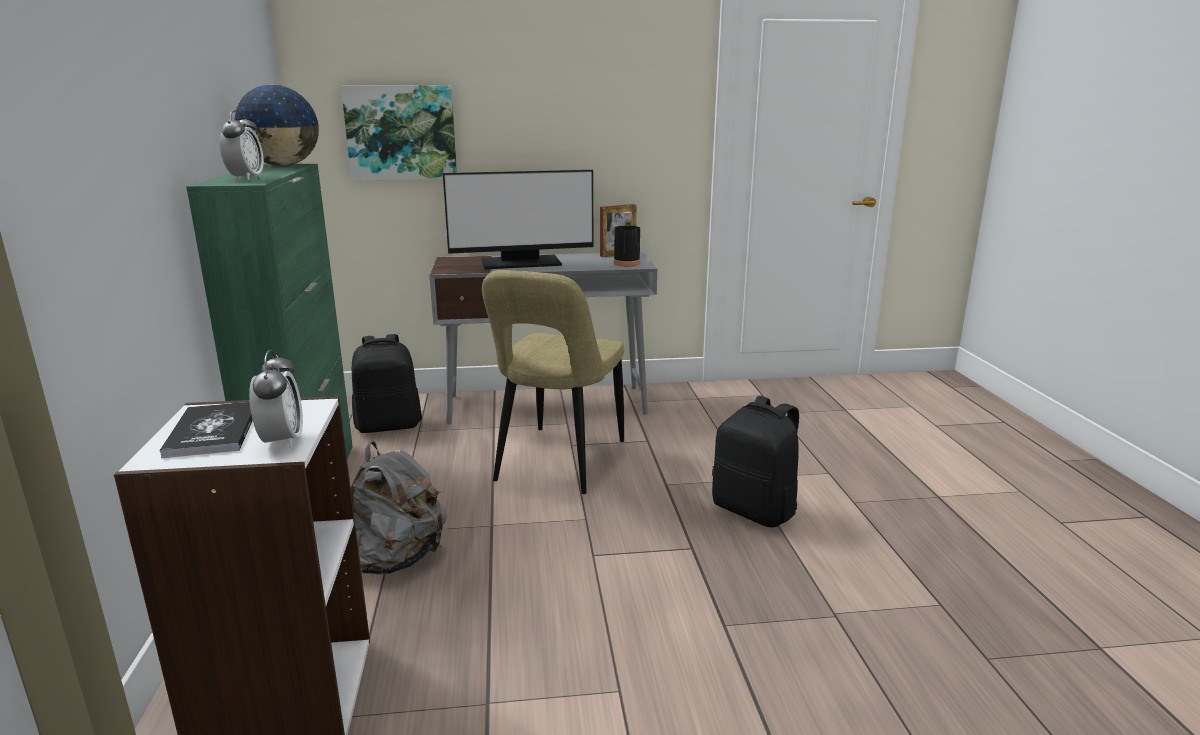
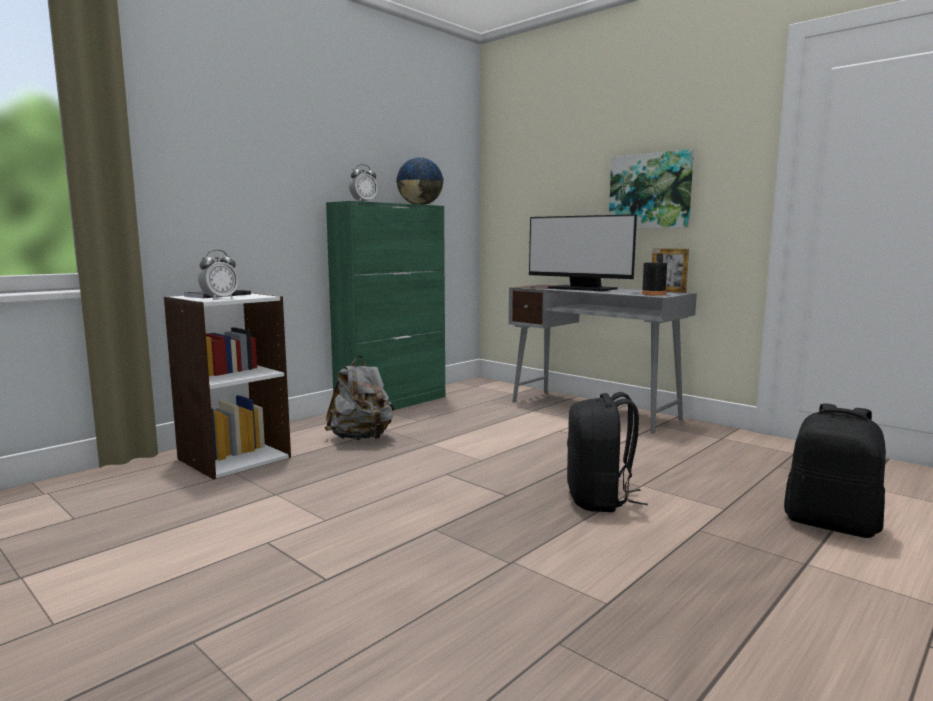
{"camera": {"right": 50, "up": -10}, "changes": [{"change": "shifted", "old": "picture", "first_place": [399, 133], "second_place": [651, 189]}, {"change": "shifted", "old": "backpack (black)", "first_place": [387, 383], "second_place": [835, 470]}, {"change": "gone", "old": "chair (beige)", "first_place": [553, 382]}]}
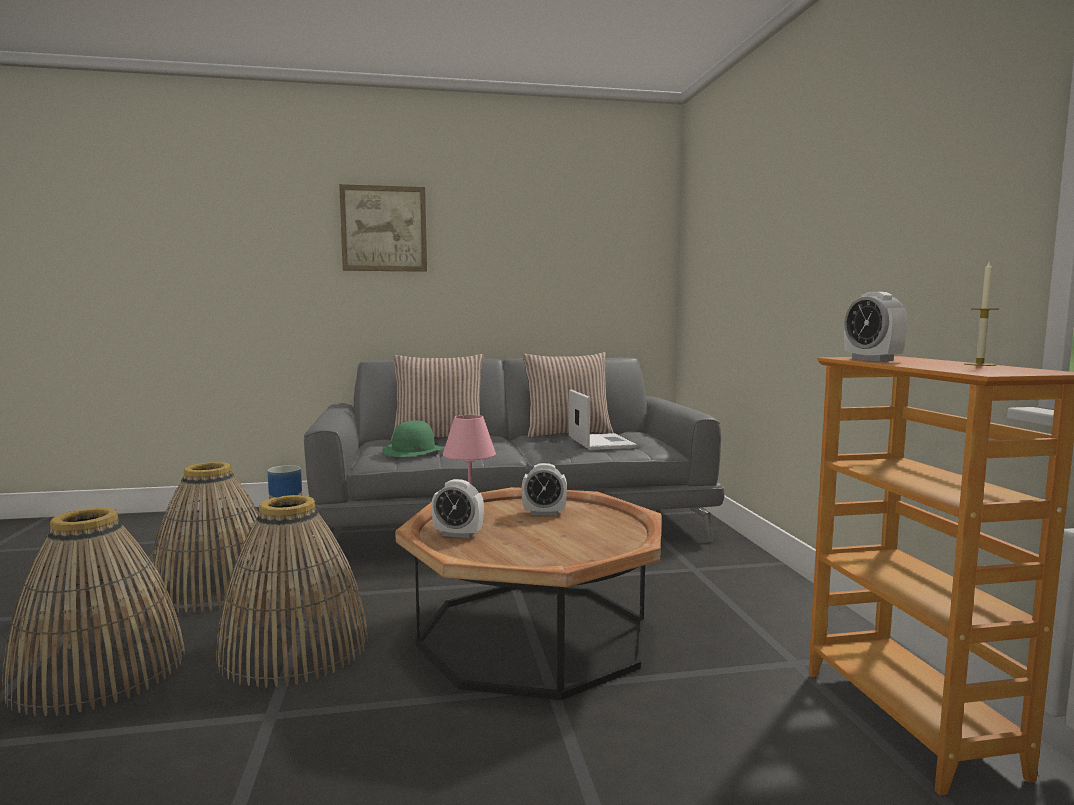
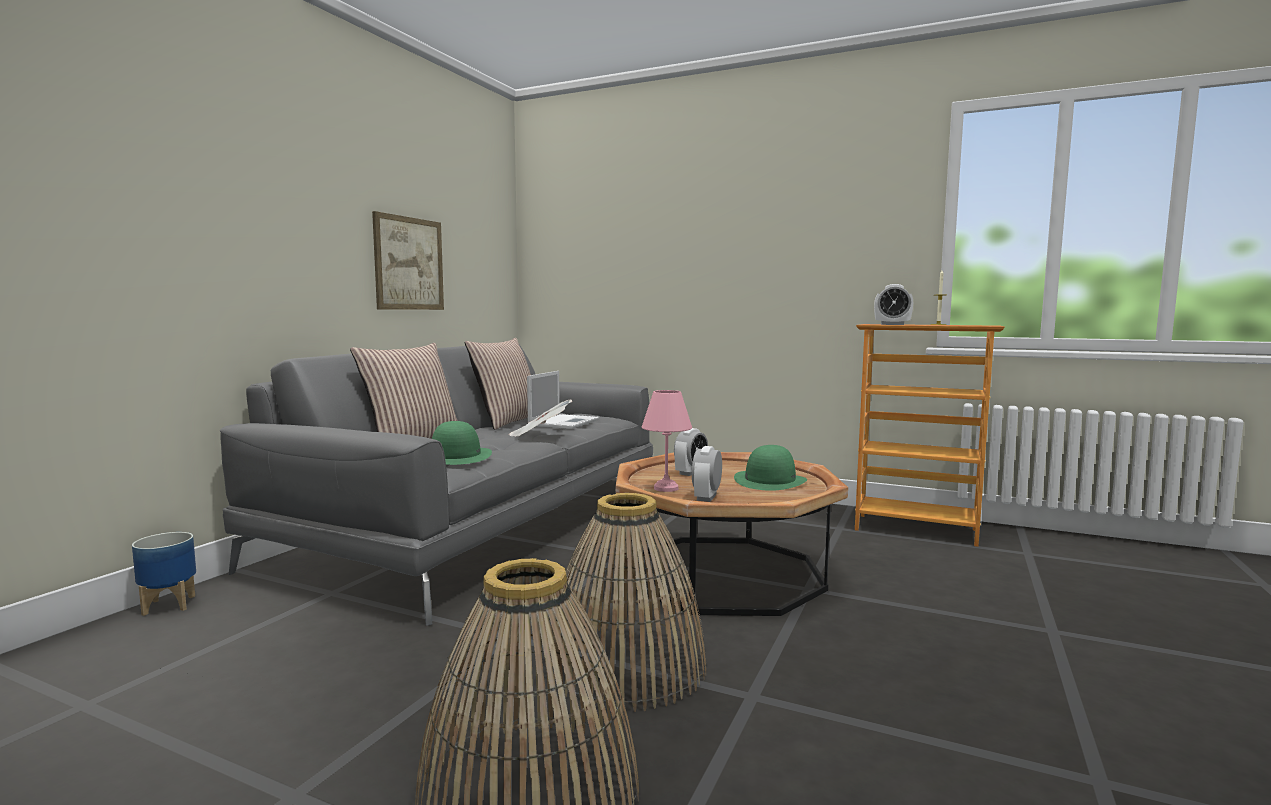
{"camera": {"right": -55, "up": 0}, "changes": [{"change": "gone", "old": "basket", "first_place": [213, 537]}, {"change": "shifted", "old": "picture", "first_place": [383, 228], "second_place": [408, 260]}, {"change": "rotated", "old": "alarm clock", "first_place": [457, 508], "second_place": [707, 474], "degrees": 150}, {"change": "rotated", "old": "laptop", "first_place": [603, 419], "second_place": [563, 400], "degrees": 90}, {"change": "new", "new": "newspaper", "second_place": [540, 418]}, {"change": "new", "new": "hat (green)", "second_place": [770, 468]}]}
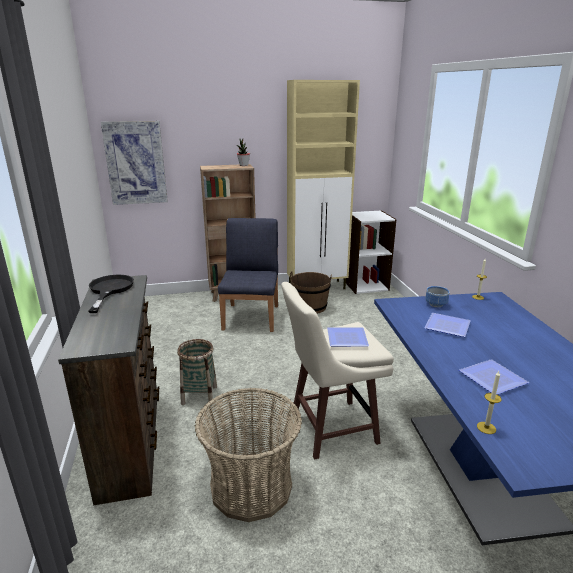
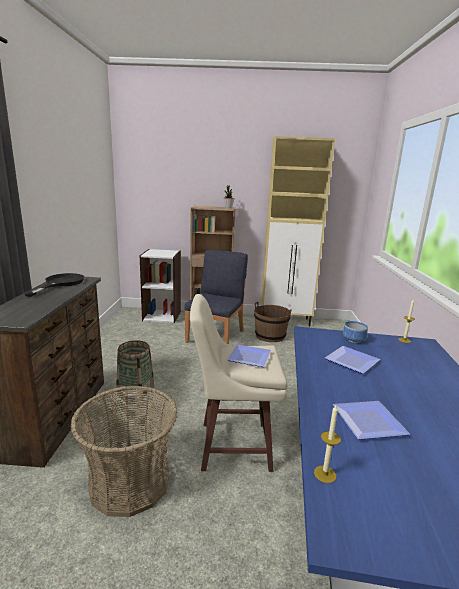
{"camera": {"right": 15, "up": -5}, "changes": [{"change": "gone", "old": "picture", "first_place": [134, 163]}, {"change": "shifted", "old": "bookcase (white)", "first_place": [371, 252], "second_place": [160, 286]}]}
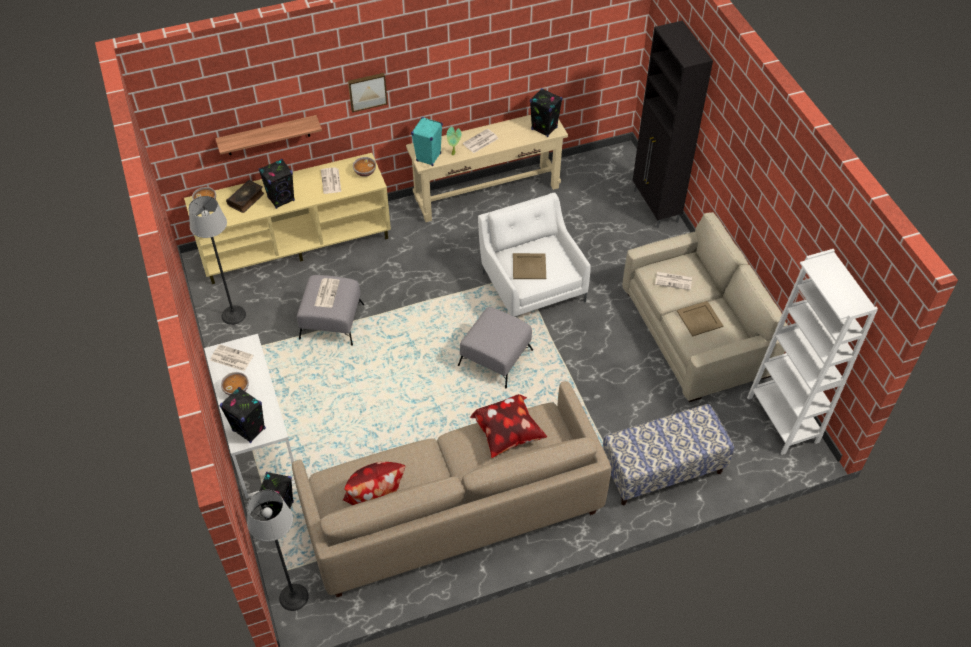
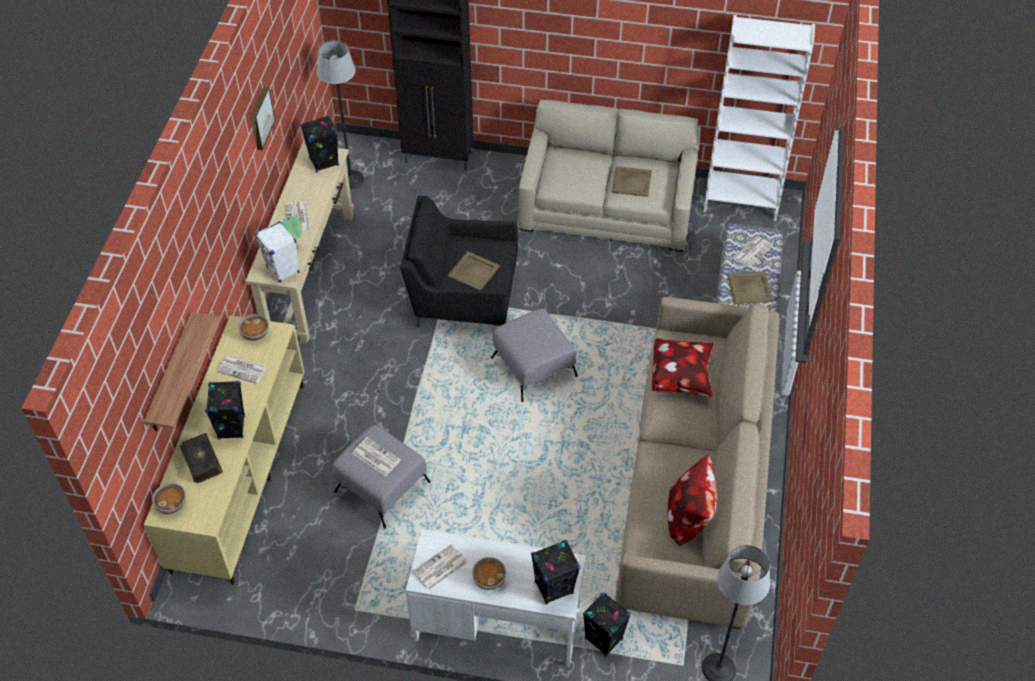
{"camera": {"right": -60, "up": 0}, "changes": [{"change": "shifted", "old": "floor lamp", "first_place": [217, 260], "second_place": [340, 114]}, {"change": "shifted", "old": "picture", "first_place": [368, 92], "second_place": [263, 118]}, {"change": "repainted", "old": "speaker (turquoise)", "new": "speaker (white)", "first_place": [427, 141], "second_place": [277, 251]}, {"change": "repainted", "old": "armchair (white)", "new": "armchair (black)", "first_place": [534, 255], "second_place": [459, 262]}, {"change": "shifted", "old": "newspaper", "first_place": [673, 281], "second_place": [753, 252]}, {"change": "new", "new": "tray (beige)", "second_place": [750, 287]}]}
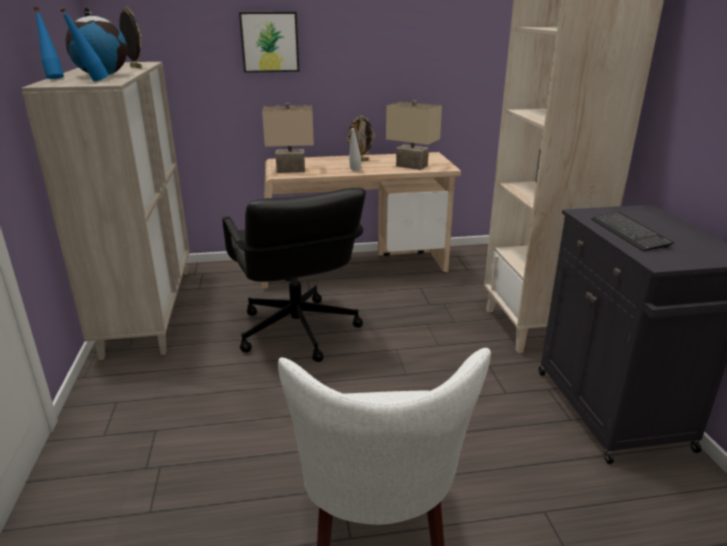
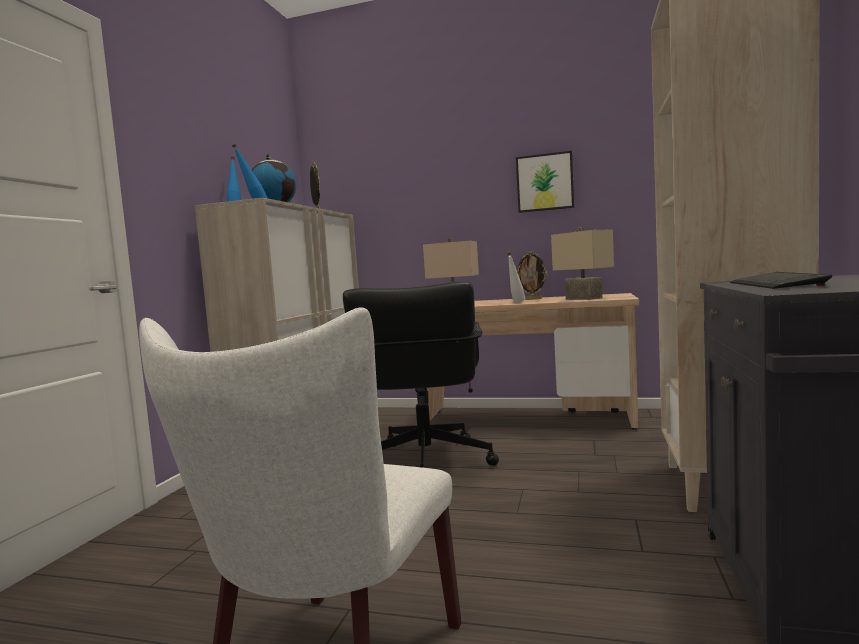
{"camera": {"right": 25, "up": -20}, "changes": [{"change": "shifted", "old": "picture", "first_place": [269, 42], "second_place": [545, 182]}]}
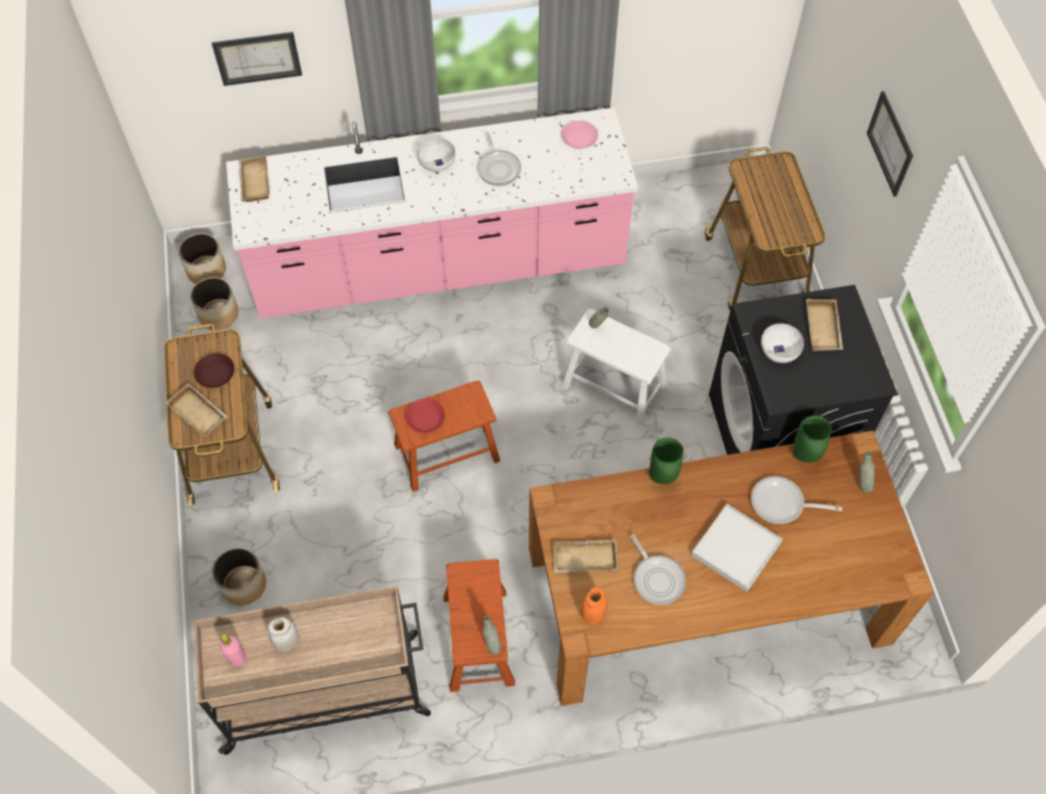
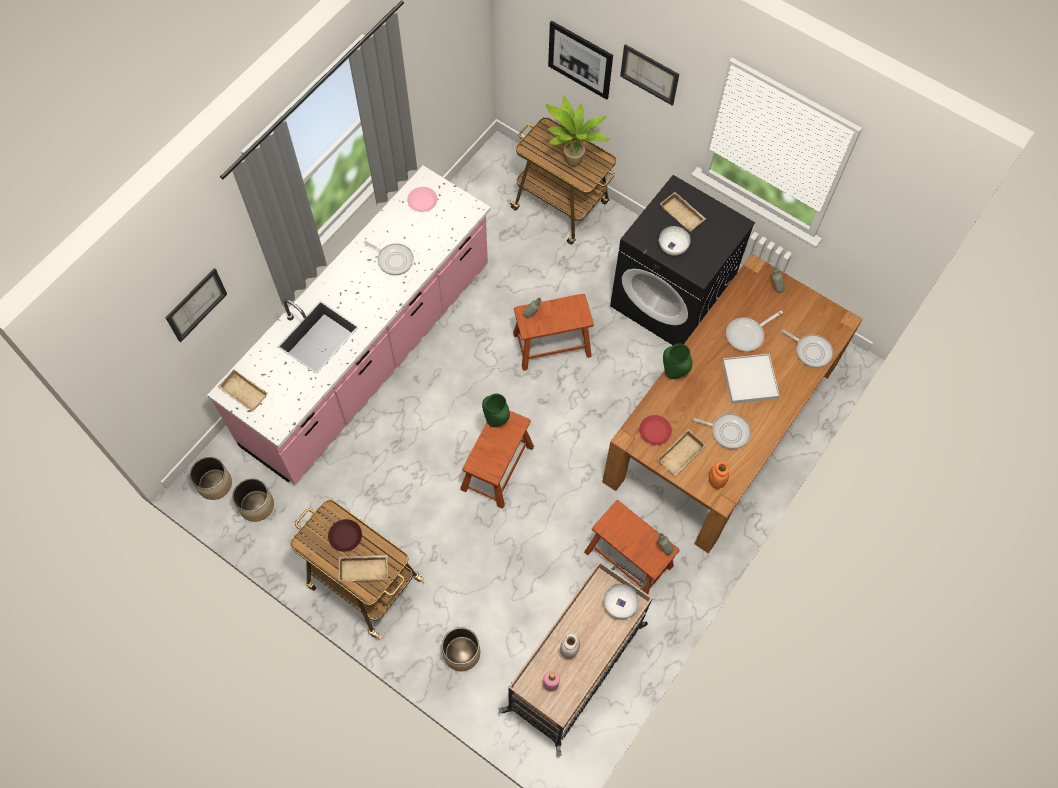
{"camera": {"right": -45, "up": 5}, "changes": [{"change": "shifted", "old": "plate (red)", "first_place": [425, 415], "second_place": [655, 430]}, {"change": "shifted", "old": "bowl (white)", "first_place": [436, 155], "second_place": [621, 601]}, {"change": "repainted", "old": "stool (white)", "new": "stool (brown)", "first_place": [617, 367], "second_place": [553, 332]}, {"change": "shifted", "old": "vase (green)", "first_place": [812, 438], "second_place": [496, 410]}, {"change": "new", "new": "potted plant", "second_place": [578, 131]}, {"change": "new", "new": "picture", "second_place": [580, 60]}, {"change": "new", "new": "frying pan", "second_place": [807, 348]}]}
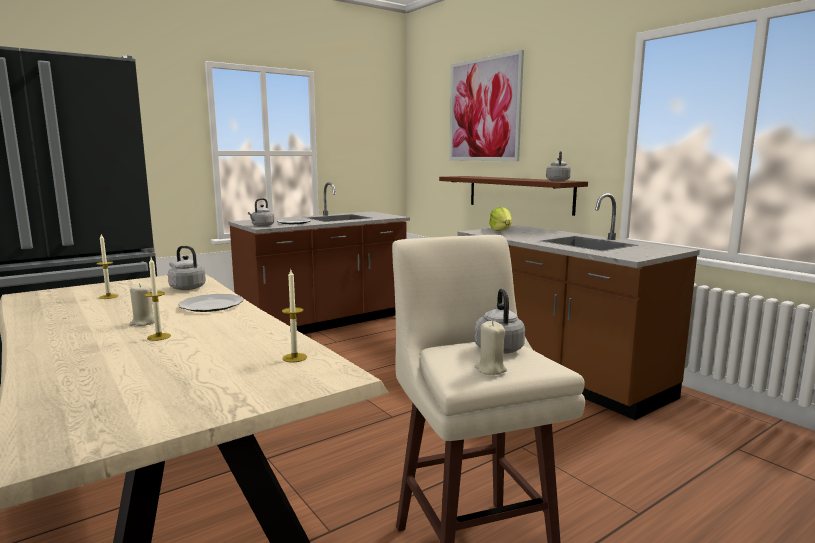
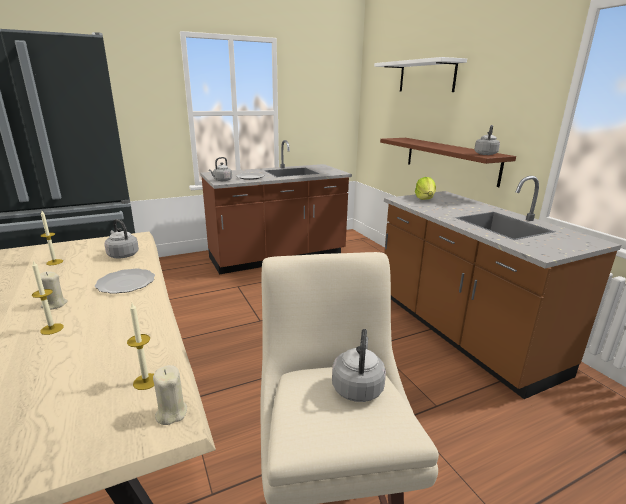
{"camera": {"right": 10, "up": 10}, "changes": [{"change": "swapped", "old": "picture", "new": "shelf (white)", "first_place": [486, 105], "second_place": [420, 74]}, {"change": "shifted", "old": "candle (beige)", "first_place": [491, 348], "second_place": [170, 395]}]}
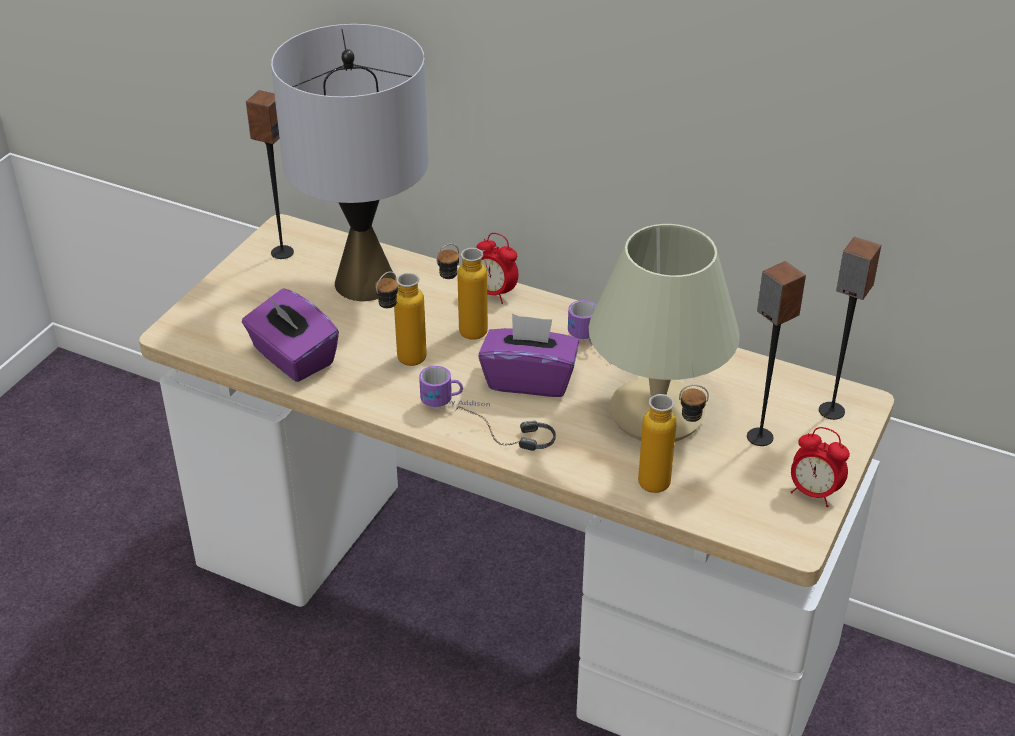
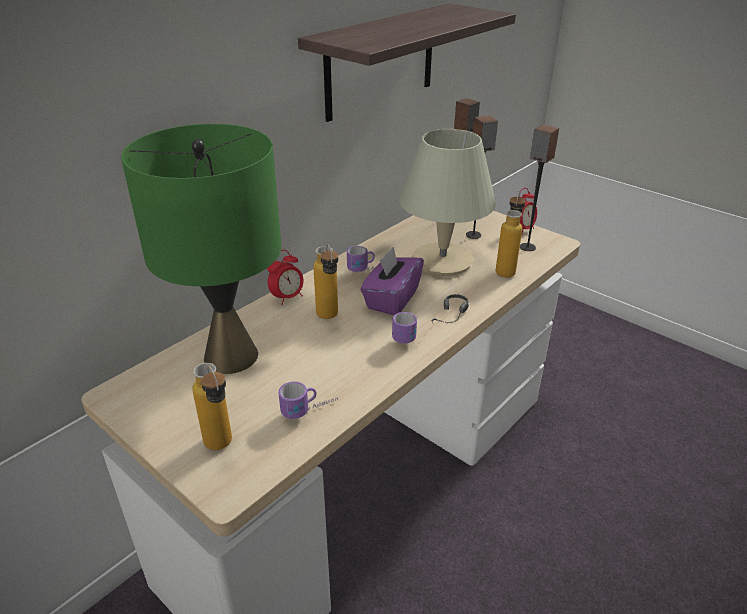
{"camera": {"right": -75, "up": -5}, "changes": [{"change": "swapped", "old": "tissue box (purple)", "new": "mug", "first_place": [290, 335], "second_place": [308, 400]}, {"change": "shifted", "old": "speaker", "first_place": [270, 174], "second_place": [539, 187]}, {"change": "repainted", "old": "table lamp (grey)", "new": "table lamp (green)", "first_place": [350, 162], "second_place": [201, 249]}, {"change": "shifted", "old": "bottle", "first_place": [401, 319], "second_place": [212, 406]}, {"change": "new", "new": "shelf", "second_place": [407, 62]}]}
